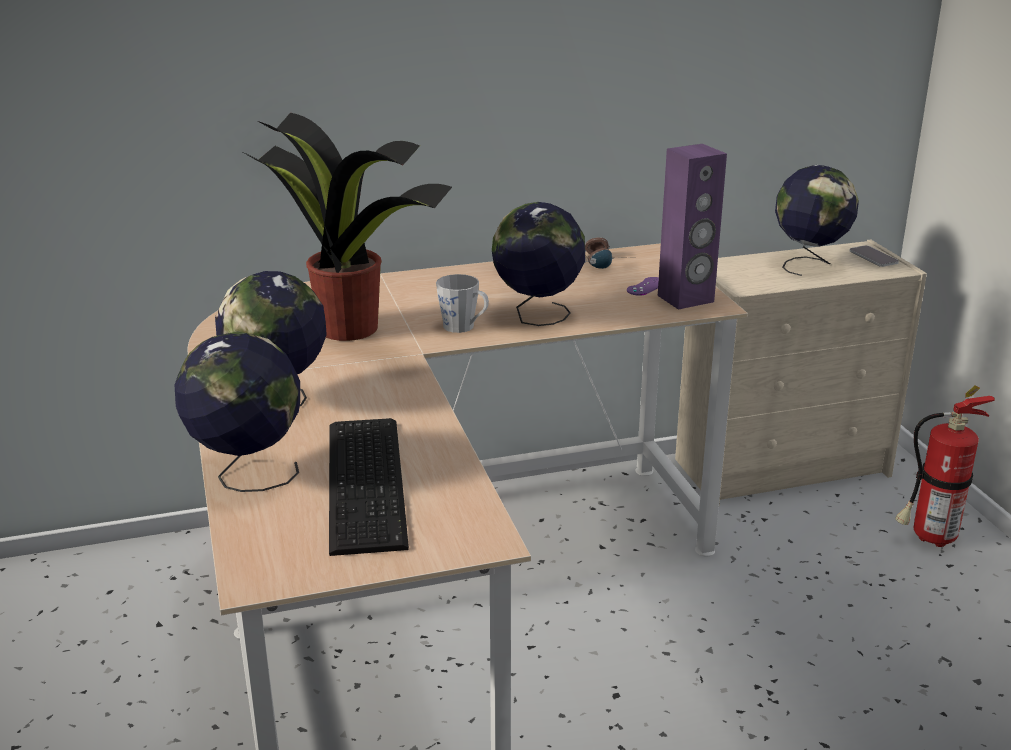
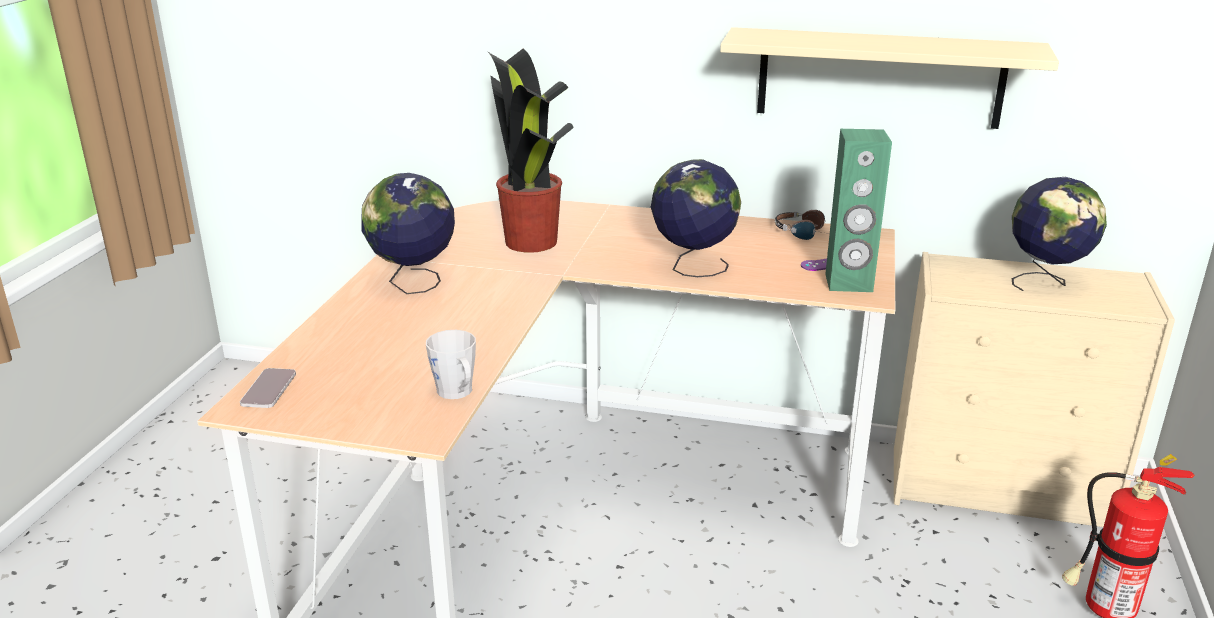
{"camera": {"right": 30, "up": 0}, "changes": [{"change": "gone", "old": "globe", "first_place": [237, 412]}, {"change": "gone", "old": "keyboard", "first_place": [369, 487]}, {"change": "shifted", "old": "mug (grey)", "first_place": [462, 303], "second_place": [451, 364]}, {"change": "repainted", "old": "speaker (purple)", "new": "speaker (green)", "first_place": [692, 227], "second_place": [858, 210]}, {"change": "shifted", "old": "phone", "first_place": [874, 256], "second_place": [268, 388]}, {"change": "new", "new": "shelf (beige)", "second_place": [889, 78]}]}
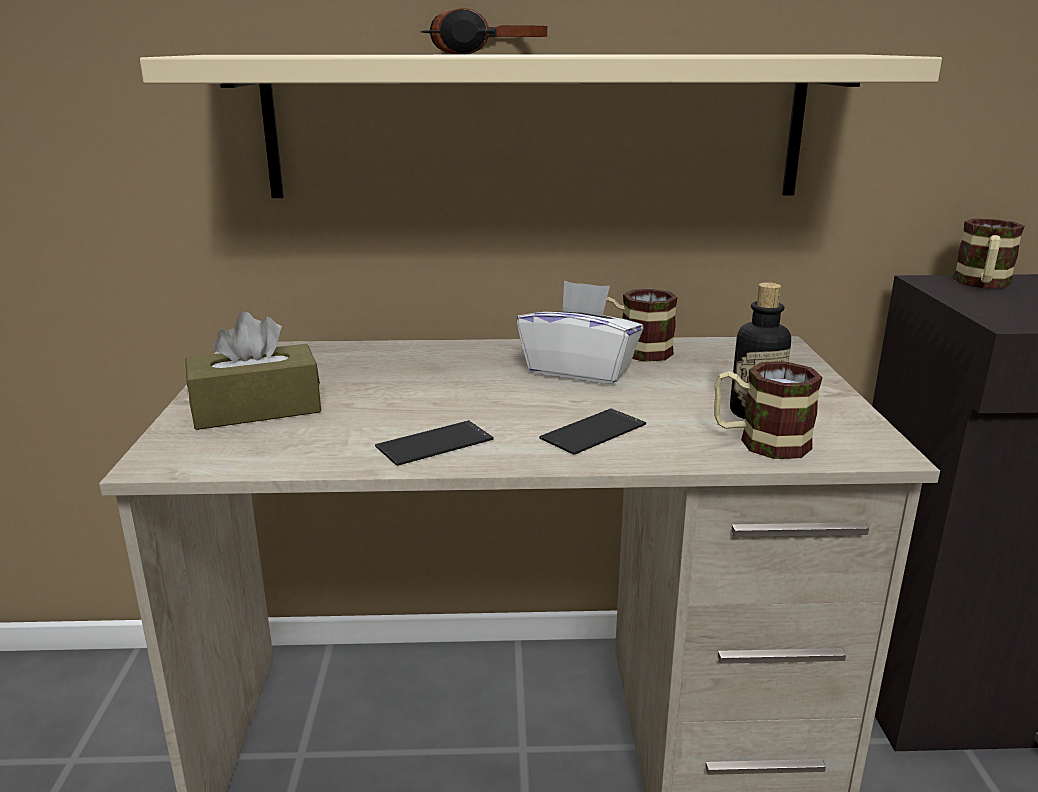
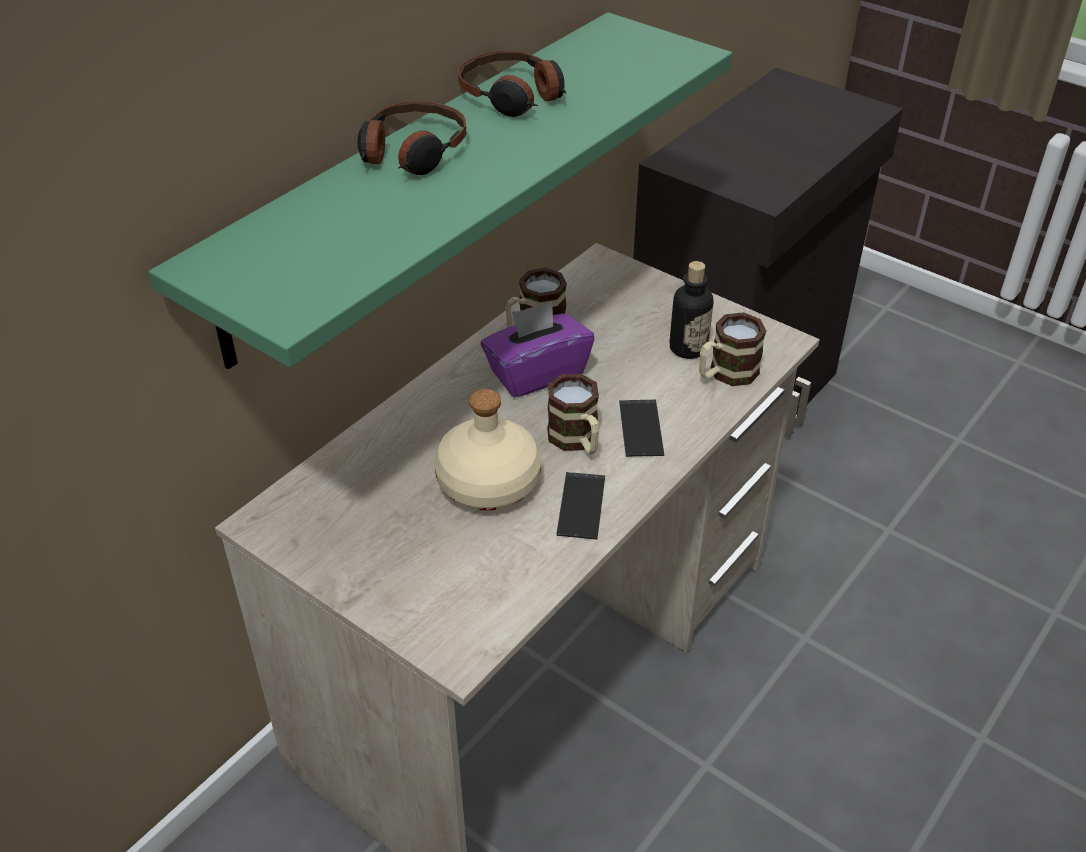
{"camera": {"right": -50, "up": 20}, "changes": [{"change": "repainted", "old": "shelf (beige)", "new": "shelf (green)", "first_place": [541, 126], "second_place": [440, 191]}, {"change": "gone", "old": "tissue box (brown)", "first_place": [253, 371]}, {"change": "repainted", "old": "tissue box (white)", "new": "tissue box (purple)", "first_place": [580, 332], "second_place": [537, 349]}, {"change": "shifted", "old": "mug", "first_place": [989, 254], "second_place": [573, 414]}, {"change": "new", "new": "bottle (beige)", "second_place": [487, 449]}, {"change": "new", "new": "headphones", "second_place": [512, 83]}]}
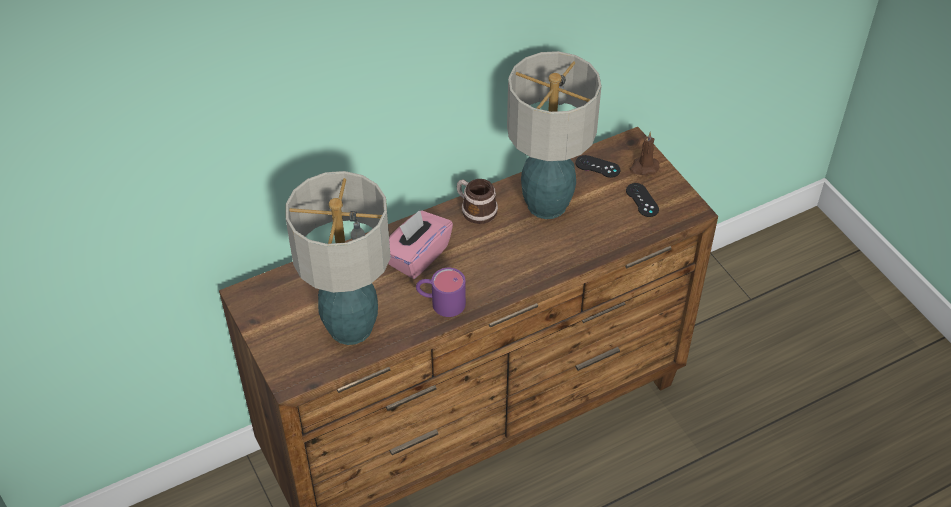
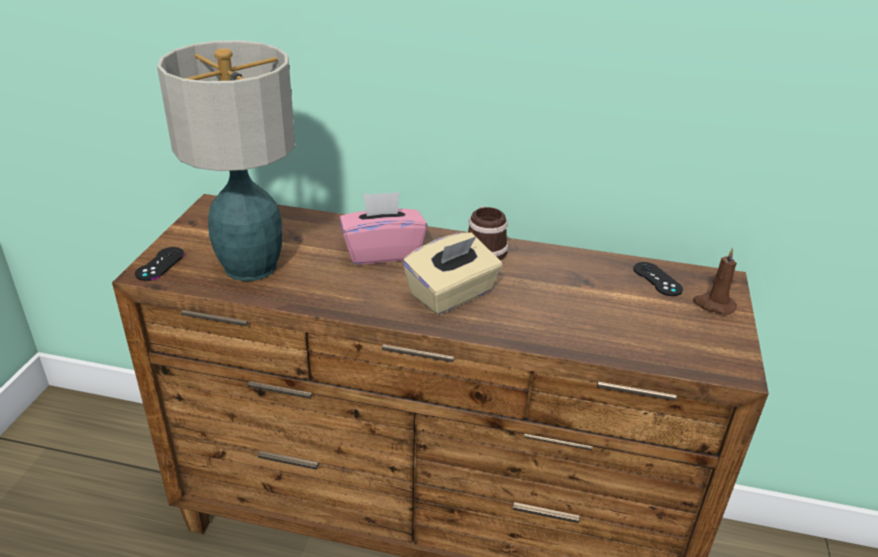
{"camera": {"right": 40, "up": -15}, "changes": [{"change": "gone", "old": "mug (purple)", "first_place": [441, 292]}, {"change": "gone", "old": "table lamp", "first_place": [554, 135]}, {"change": "shifted", "old": "game controller (black)", "first_place": [642, 200], "second_place": [159, 264]}, {"change": "new", "new": "tissue box (beige)", "second_place": [452, 273]}]}
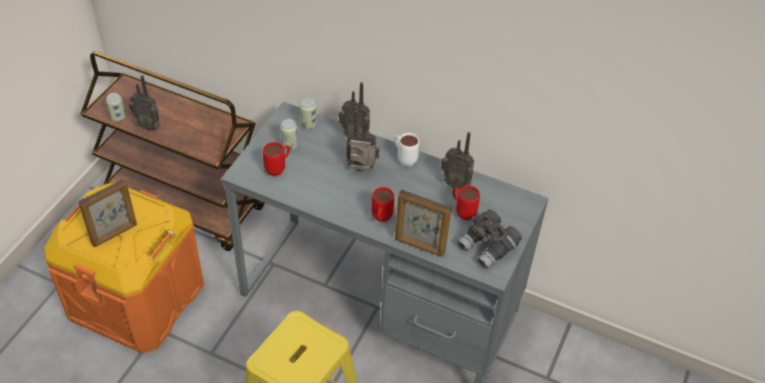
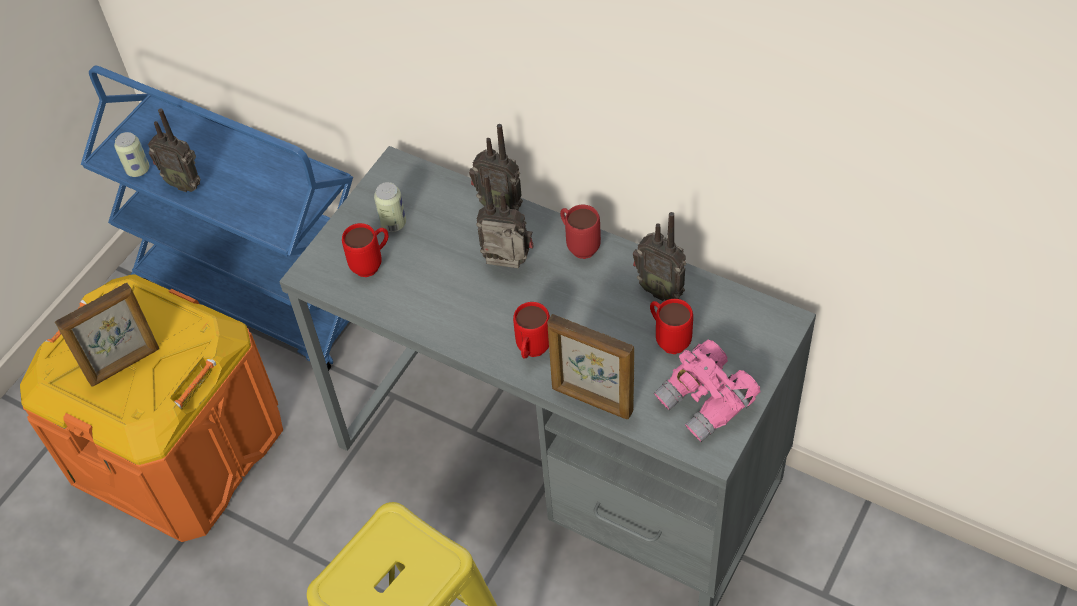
{"camera": {"right": 10, "up": 5}, "changes": [{"change": "repainted", "old": "cart (brown)", "new": "cart (blue)", "first_place": [172, 151], "second_place": [217, 218]}, {"change": "gone", "old": "can", "first_place": [308, 113]}, {"change": "repainted", "old": "mug (white)", "new": "mug (red)", "first_place": [407, 150], "second_place": [580, 232]}, {"change": "repainted", "old": "binoculars (grey)", "new": "binoculars (pink)", "first_place": [490, 239], "second_place": [707, 391]}]}
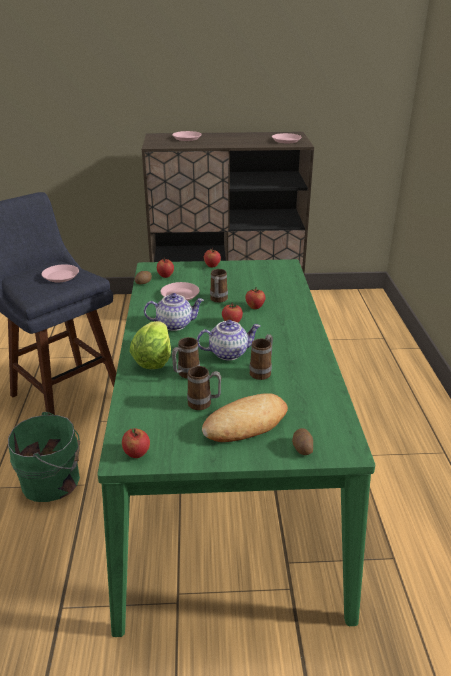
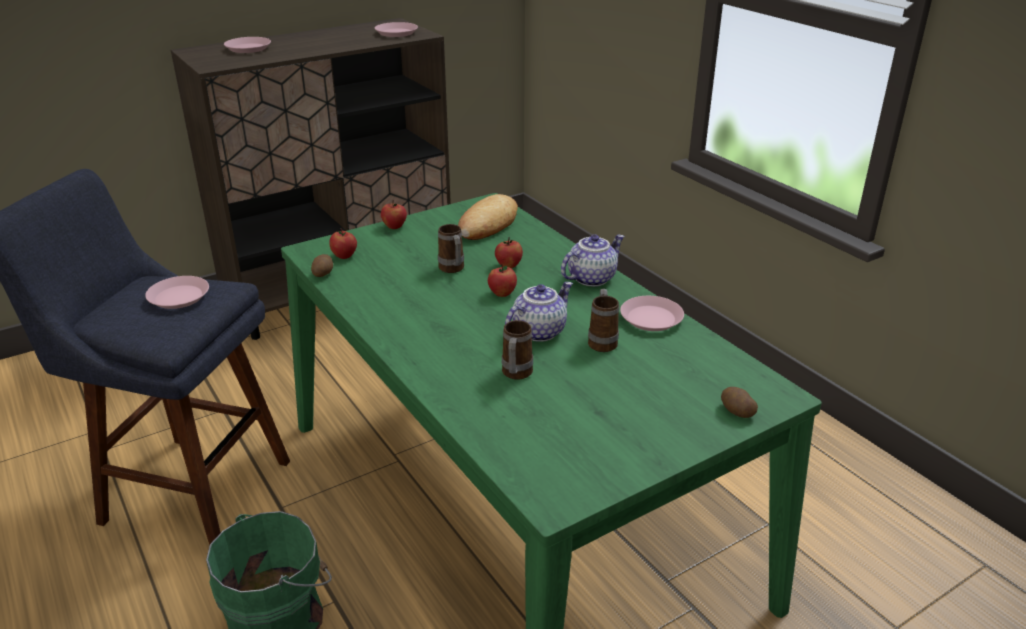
{"camera": {"right": -30, "up": 0}, "changes": [{"change": "gone", "old": "apple", "first_place": [136, 443]}, {"change": "gone", "old": "lettuce", "first_place": [150, 345]}, {"change": "shifted", "old": "teapot", "first_place": [174, 312], "second_place": [593, 260]}, {"change": "shifted", "old": "plate (pink)", "first_place": [180, 291], "second_place": [652, 313]}, {"change": "gone", "old": "mug", "first_place": [204, 388]}, {"change": "shifted", "old": "bread", "first_place": [245, 417], "second_place": [488, 217]}]}
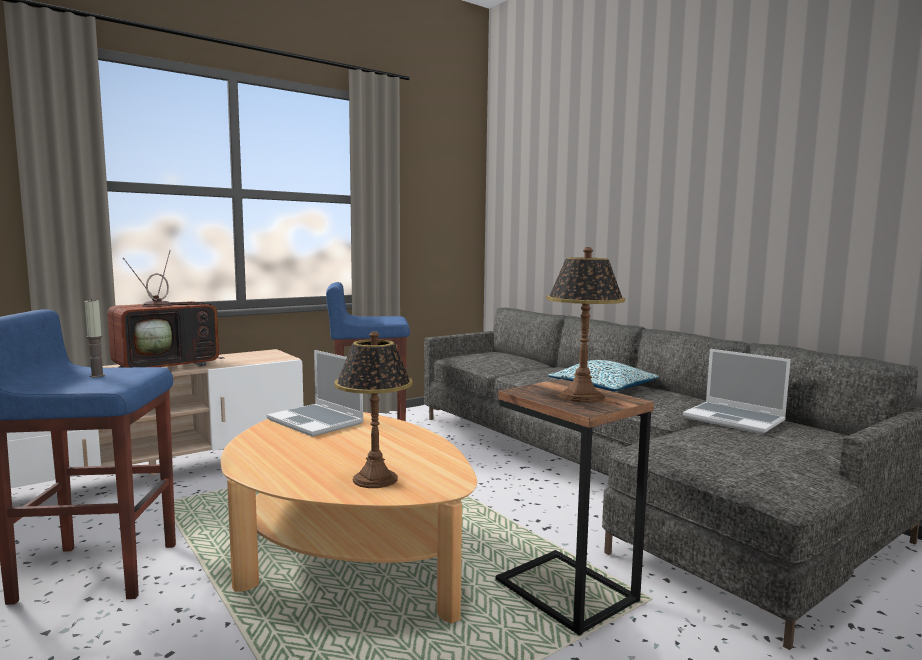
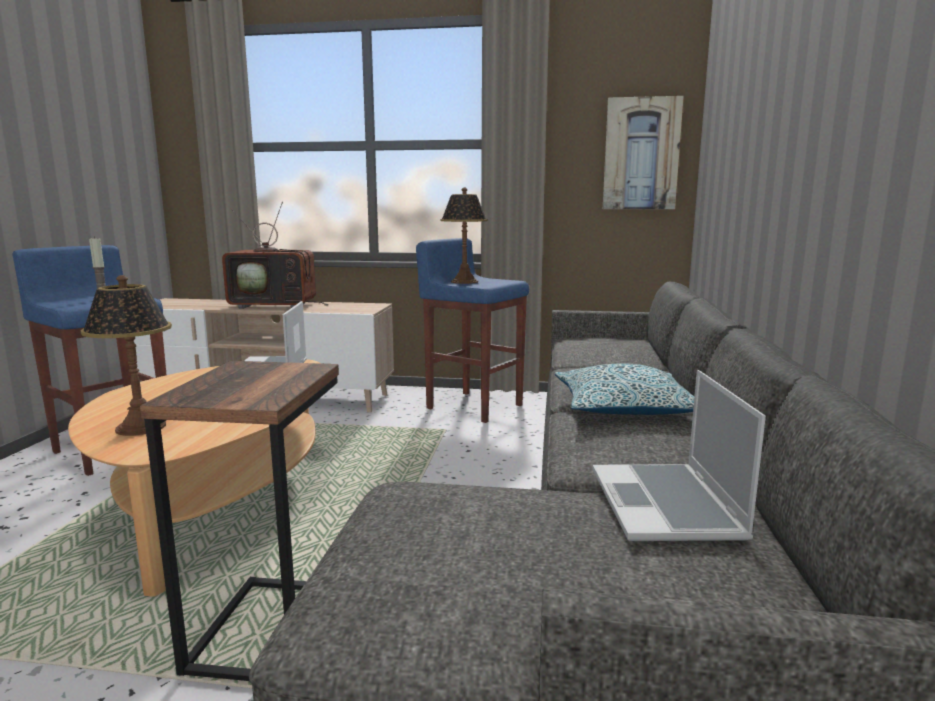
{"camera": {"right": 45, "up": 5}, "changes": [{"change": "shifted", "old": "table lamp", "first_place": [586, 325], "second_place": [464, 235]}, {"change": "new", "new": "picture", "second_place": [643, 152]}]}
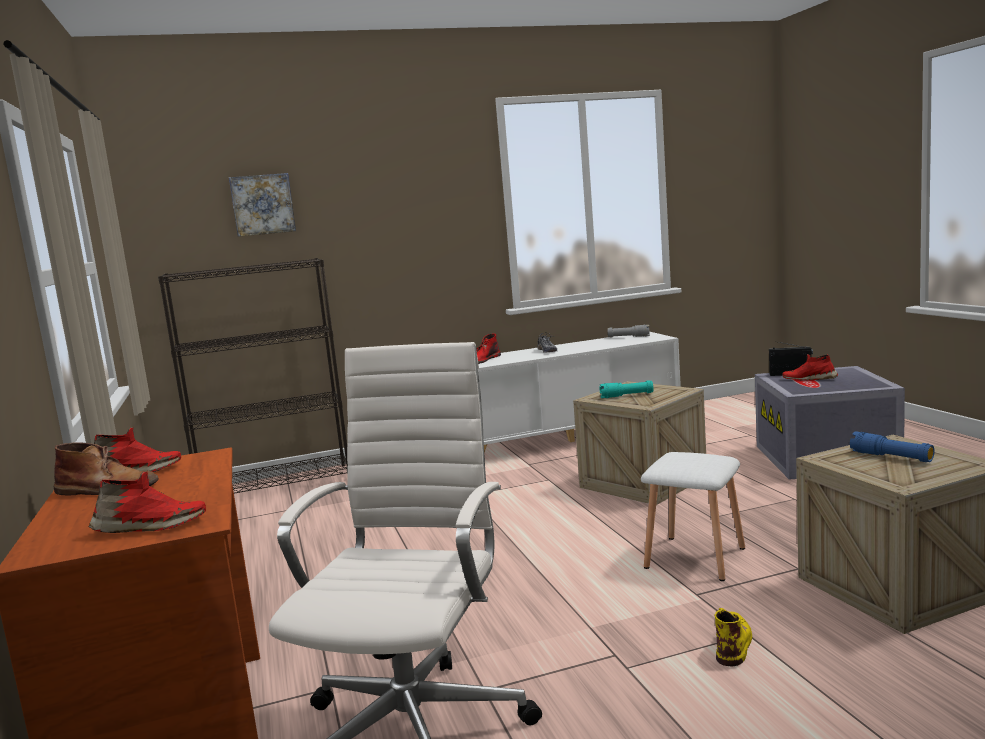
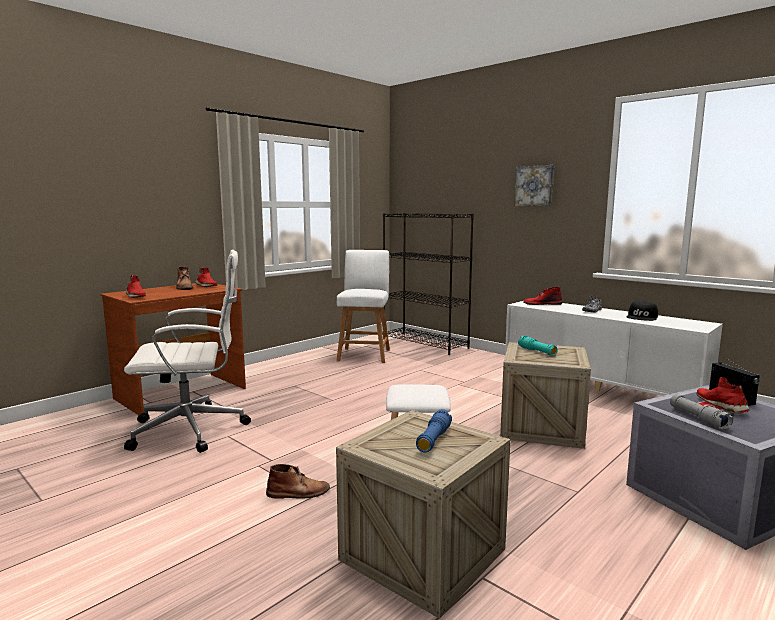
{"camera": {"right": 60, "up": 0}, "changes": [{"change": "shifted", "old": "picture", "first_place": [262, 205], "second_place": [534, 185]}, {"change": "shifted", "old": "flashlight (grey)", "first_place": [629, 331], "second_place": [701, 412]}, {"change": "repainted", "old": "boot (yellow)", "new": "boot (brown)", "first_place": [733, 637], "second_place": [298, 481]}, {"change": "new", "new": "stool (white)", "second_place": [363, 306]}, {"change": "new", "new": "cap (black)", "second_place": [642, 311]}]}
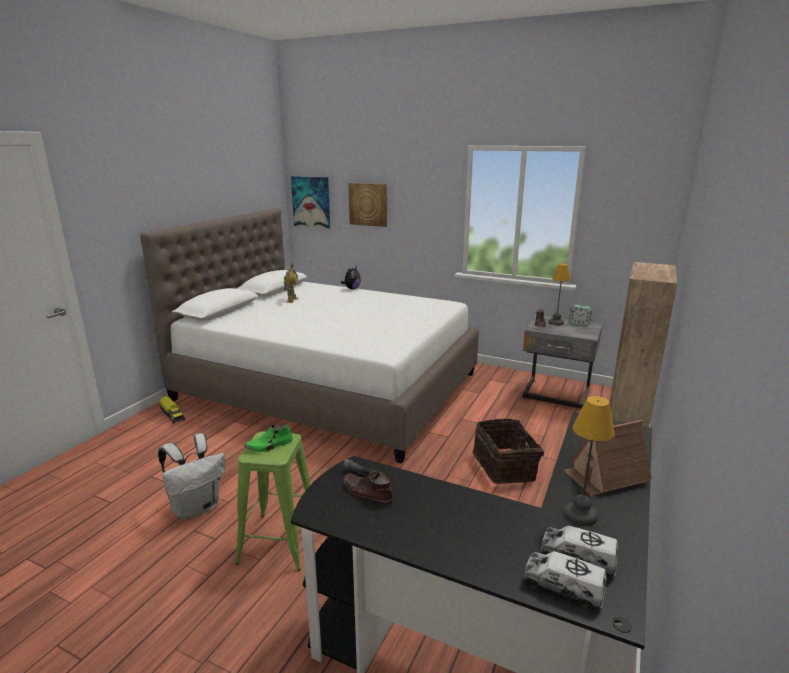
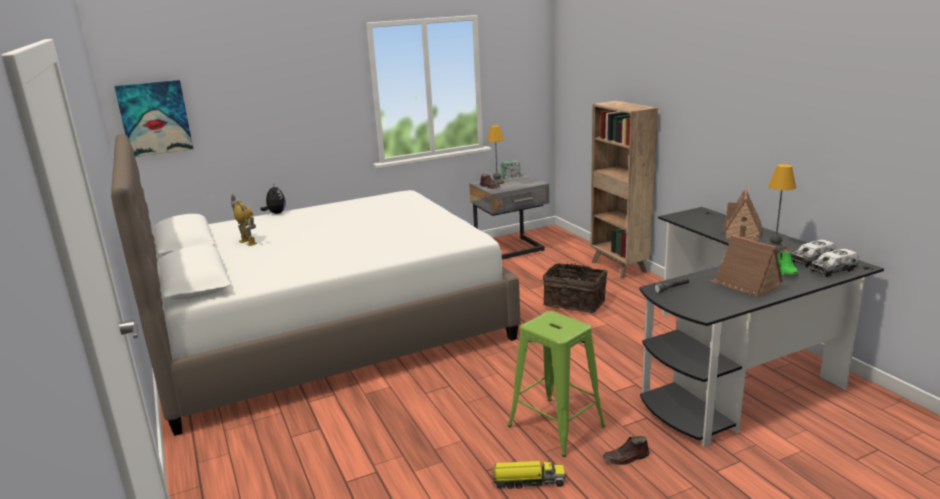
{"camera": {"right": -50, "up": 0}, "changes": [{"change": "gone", "old": "backpack (white)", "first_place": [191, 476]}, {"change": "shifted", "old": "toy truck", "first_place": [172, 410], "second_place": [528, 474]}, {"change": "shifted", "old": "shoe (green)", "first_place": [268, 438], "second_place": [788, 262]}, {"change": "shifted", "old": "shoe (brown)", "first_place": [369, 489], "second_place": [625, 450]}, {"change": "gone", "old": "picture", "first_place": [367, 205]}, {"change": "new", "new": "toy house", "second_place": [746, 266]}]}
